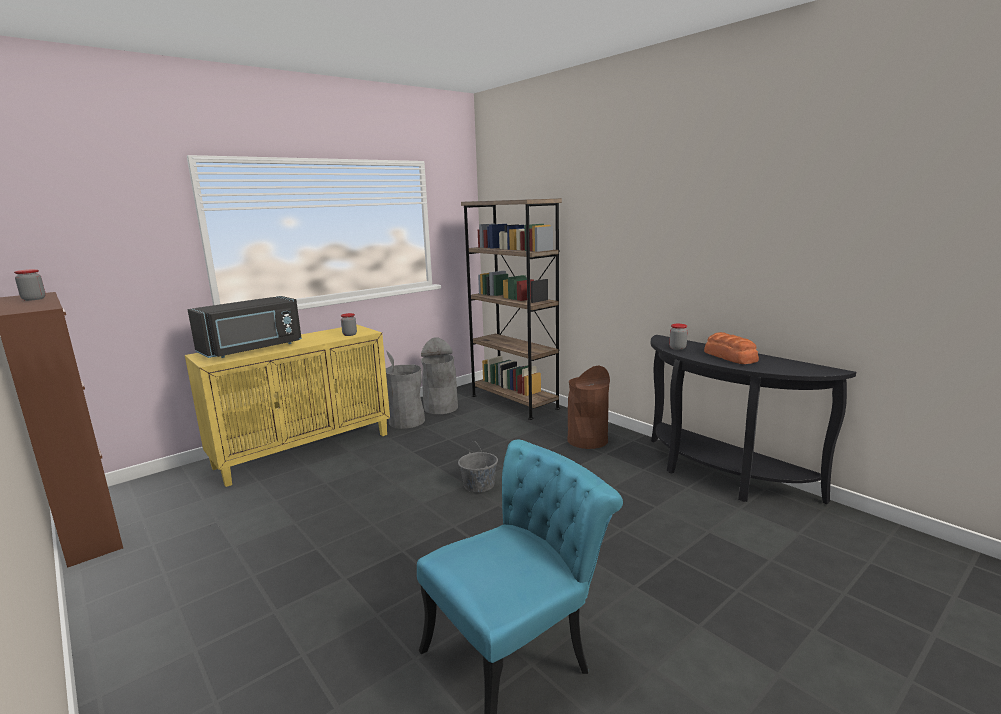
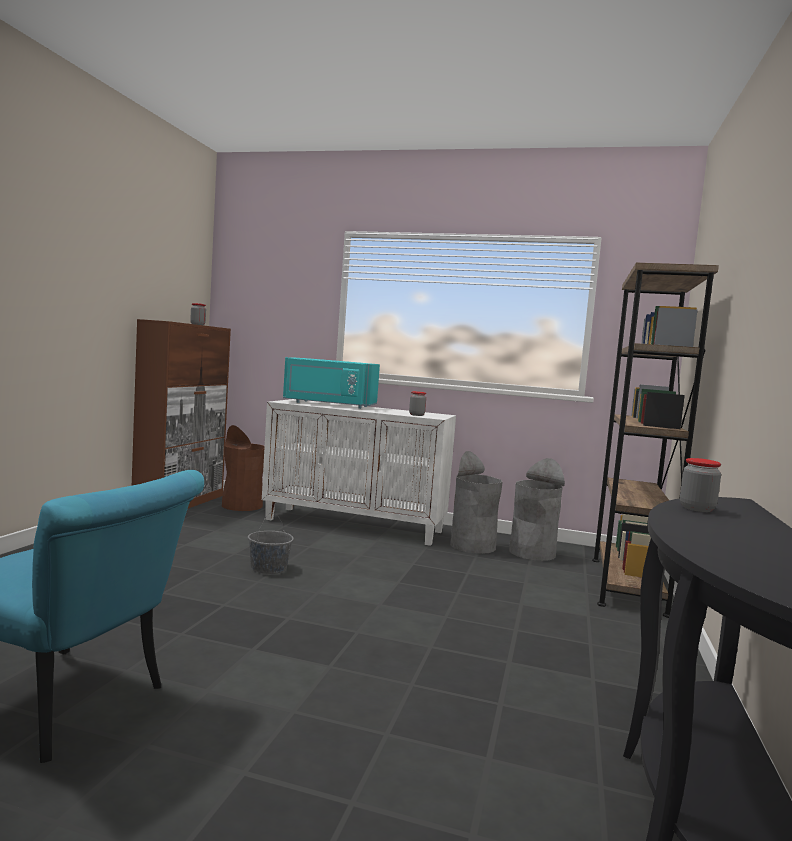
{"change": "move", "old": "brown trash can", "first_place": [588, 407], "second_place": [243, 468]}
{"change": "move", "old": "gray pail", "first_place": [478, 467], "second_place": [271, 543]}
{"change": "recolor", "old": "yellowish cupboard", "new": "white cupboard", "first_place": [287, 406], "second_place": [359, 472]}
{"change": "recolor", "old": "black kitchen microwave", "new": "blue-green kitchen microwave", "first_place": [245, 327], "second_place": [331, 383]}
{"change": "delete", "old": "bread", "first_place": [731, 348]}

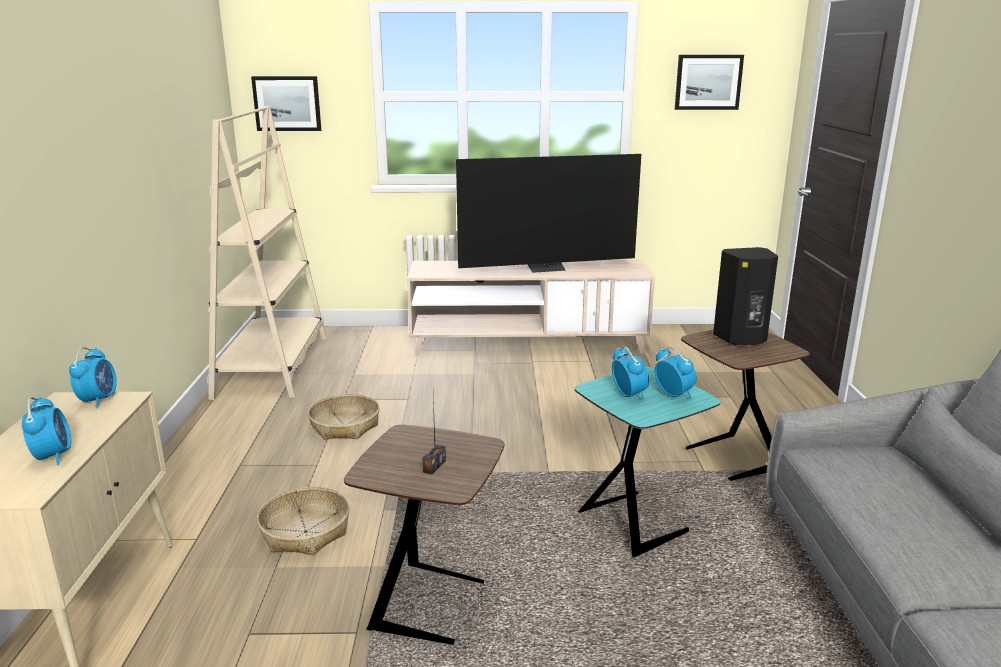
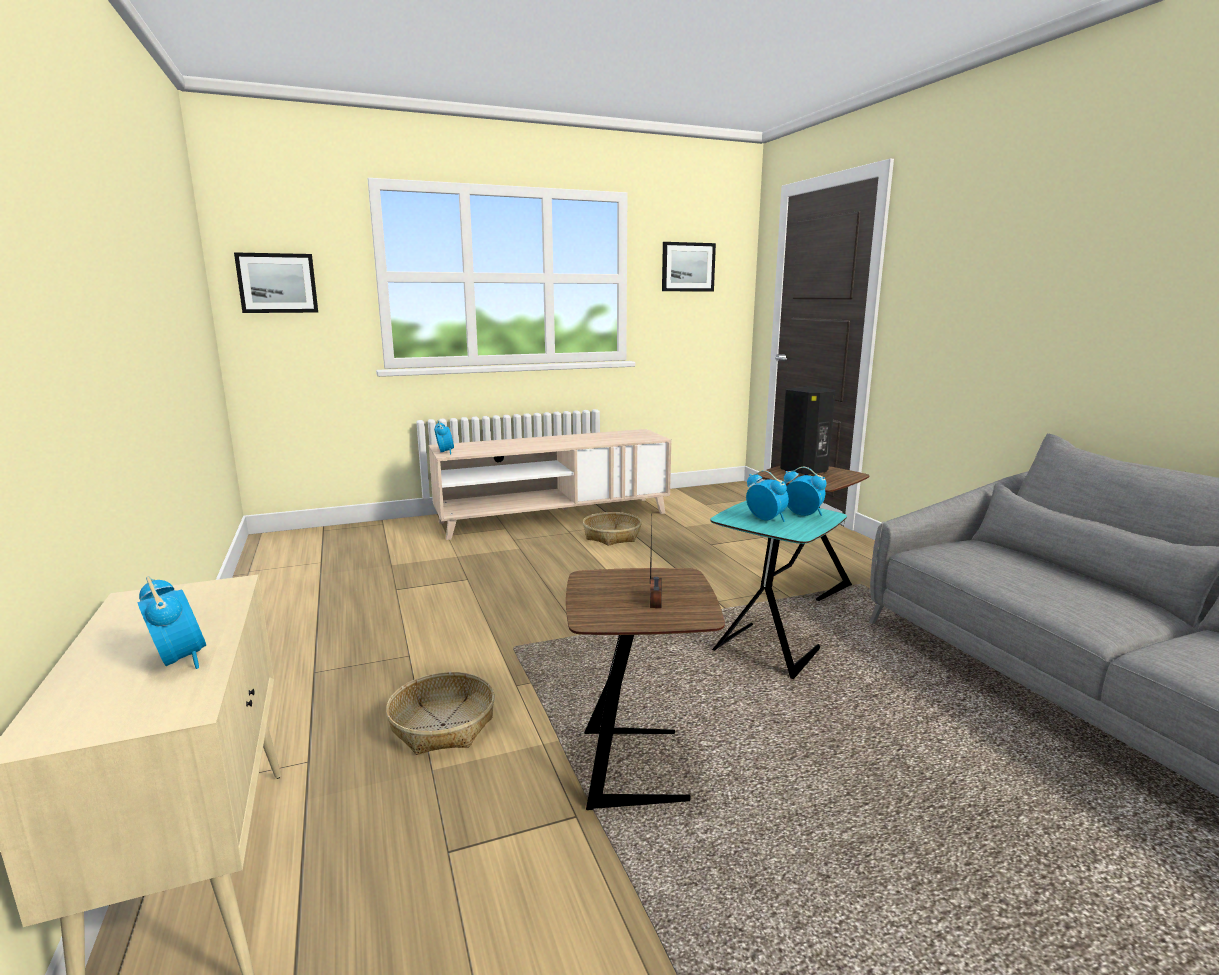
{"change": "move", "old": "alarm clock", "first_place": [93, 378], "second_place": [444, 437]}
{"change": "move", "old": "basket", "first_place": [343, 417], "second_place": [612, 529]}
{"change": "delete", "old": "beige-coloured shelving unit", "first_place": [266, 253]}
{"change": "delete", "old": "TV set", "first_place": [548, 213]}

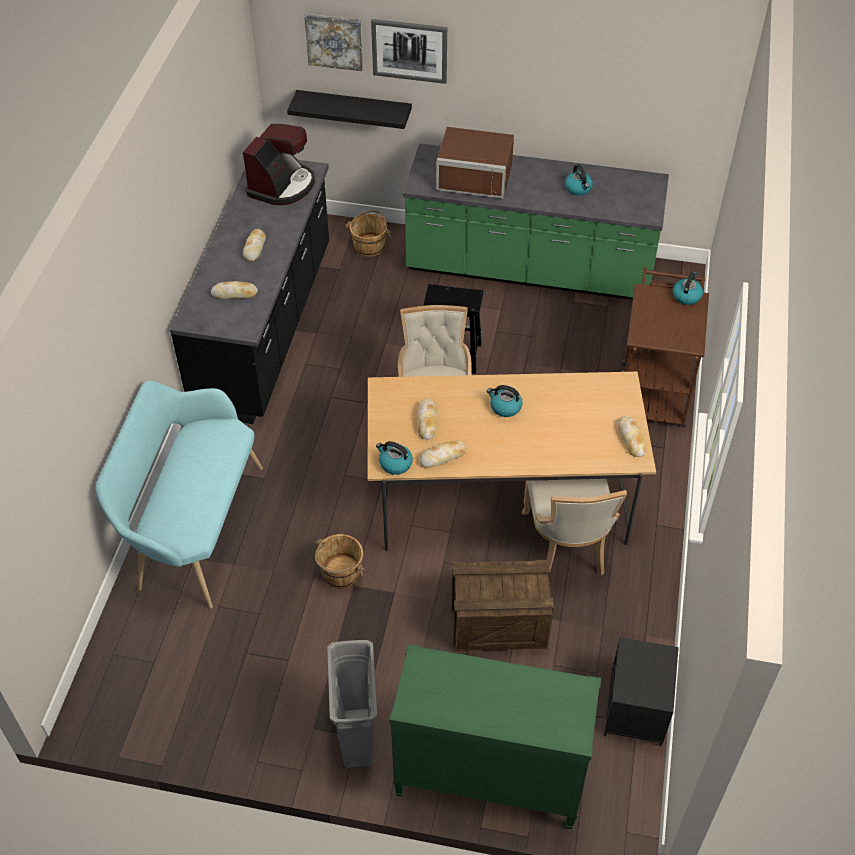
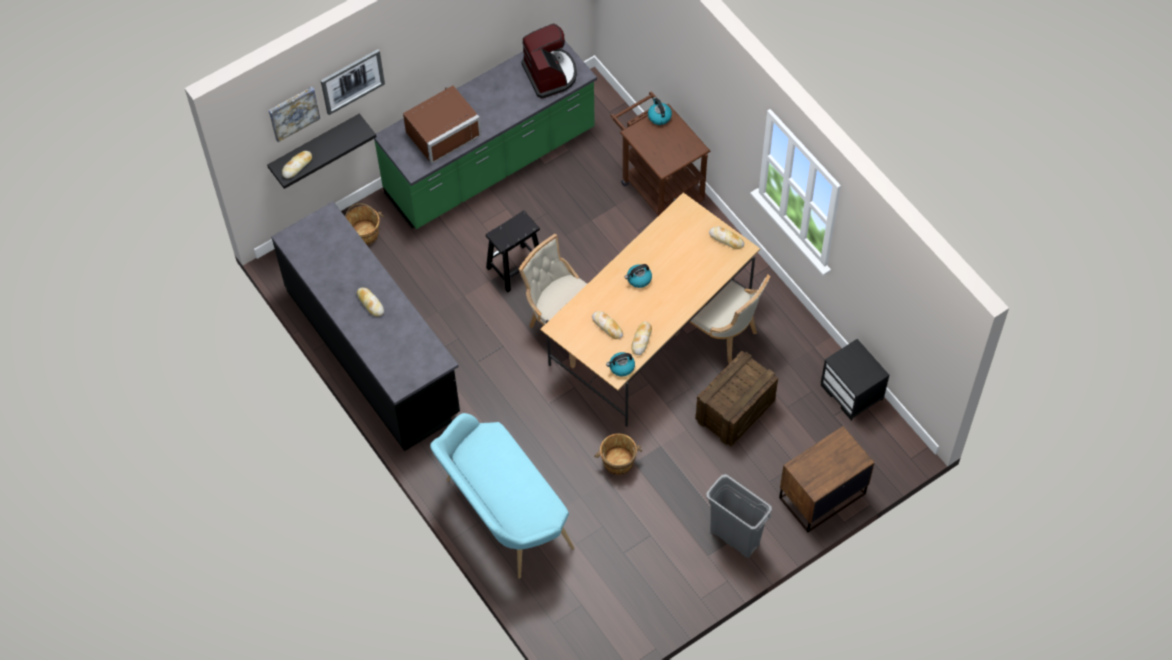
{"change": "move", "old": "bread", "first_place": [234, 290], "second_place": [297, 165]}
{"change": "move", "old": "coffee machine", "first_place": [279, 164], "second_place": [549, 61]}
{"change": "replace", "old": "greenish drawer chest", "new": "brown bedside table", "first_place": [495, 736], "second_place": [827, 479]}
{"change": "delete", "old": "kettle", "first_place": [579, 180]}

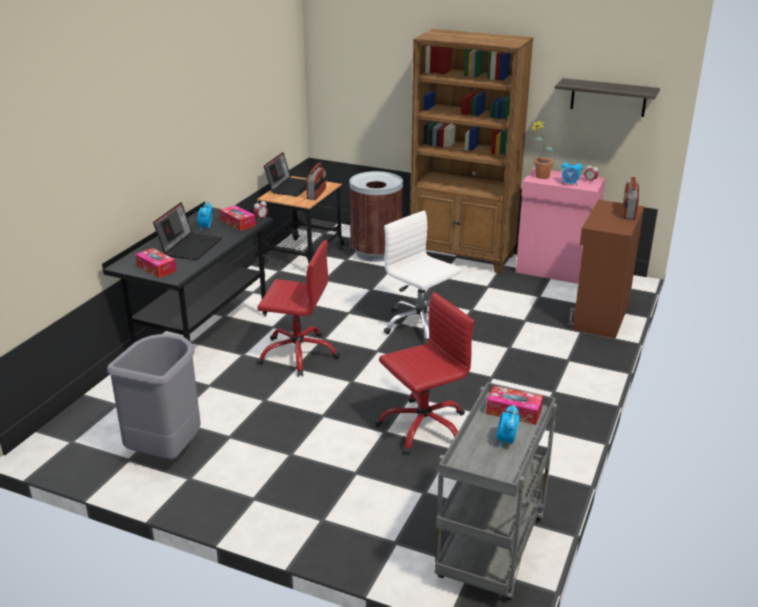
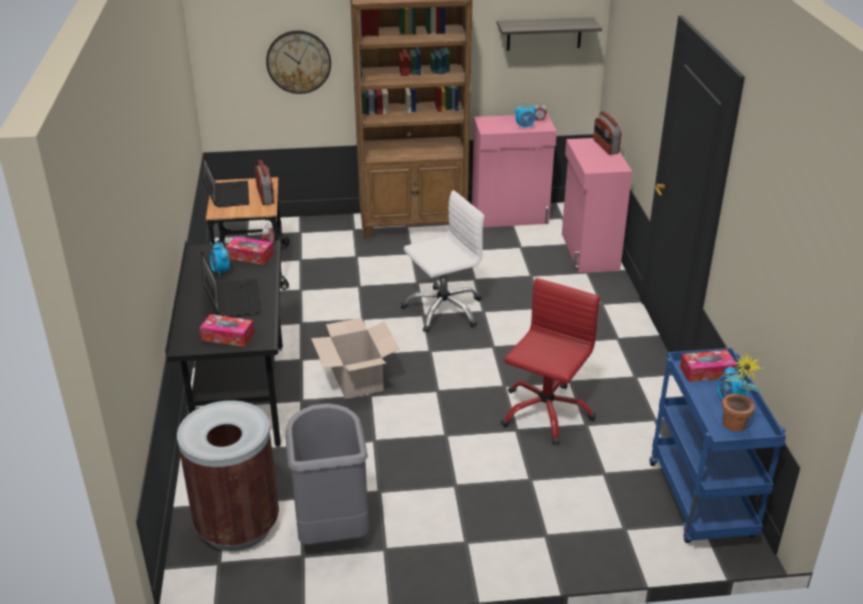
{"change": "move", "old": "brown trash can", "first_place": [376, 216], "second_place": [228, 475]}
{"change": "insert", "new": "clock on the wall", "second_place": [298, 62]}
{"change": "replace", "old": "red-coloured computer chair", "new": "packing box", "first_place": [298, 308], "second_place": [355, 358]}
{"change": "rotate", "old": "white computer chair", "first_place": [423, 277], "second_place": [443, 261], "degrees": 135}
{"change": "recolor", "old": "brown cupboard", "new": "pink-coloured cupboard", "first_place": [606, 269], "second_place": [597, 205]}
{"change": "recolor", "old": "gray wheeled cart", "new": "blue-coloured wheeled cart", "first_place": [496, 491], "second_place": [718, 445]}
{"change": "move", "old": "plant in a pot", "first_place": [542, 149], "second_place": [743, 392]}

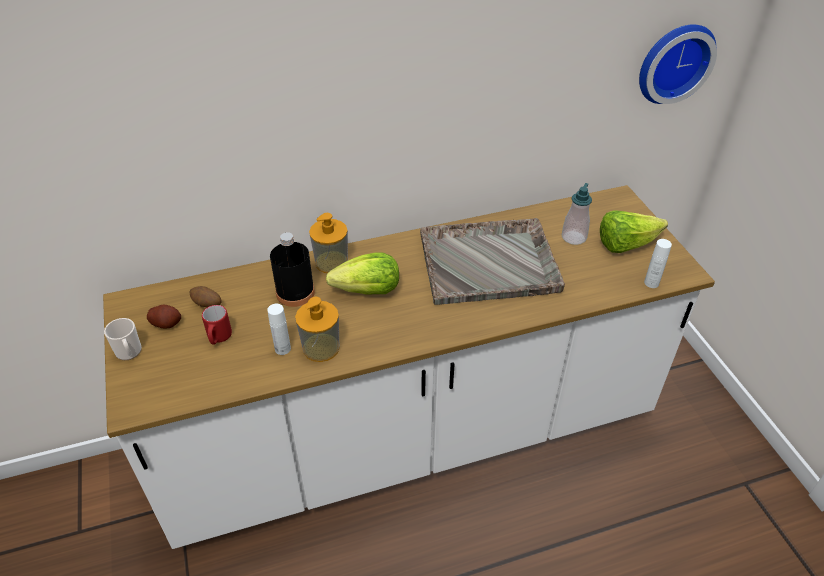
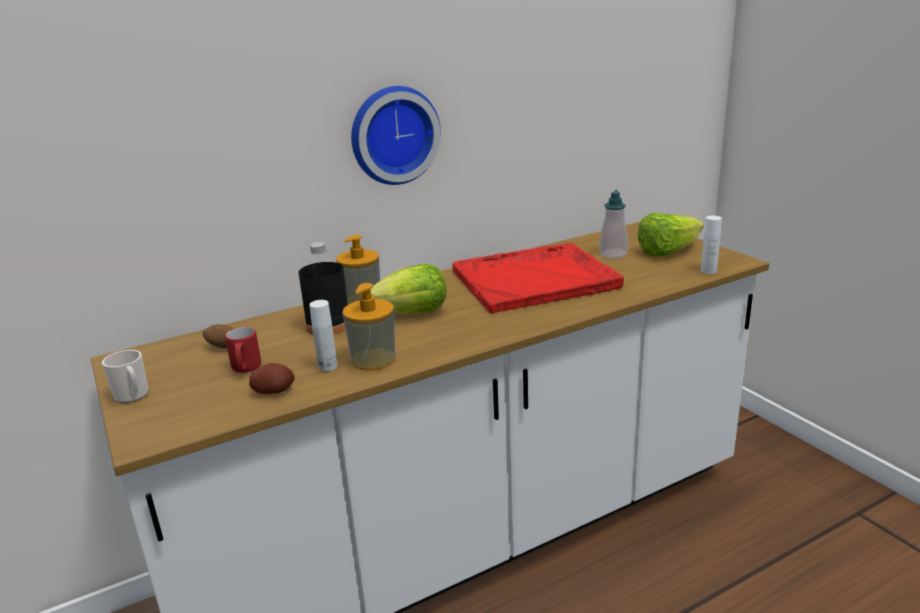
{"change": "move", "old": "spud", "first_place": [164, 316], "second_place": [272, 378]}
{"change": "move", "old": "clock on the wall", "first_place": [678, 64], "second_place": [396, 135]}
{"change": "recolor", "old": "gray carrying tray", "new": "red-coloured carrying tray", "first_place": [492, 261], "second_place": [538, 277]}

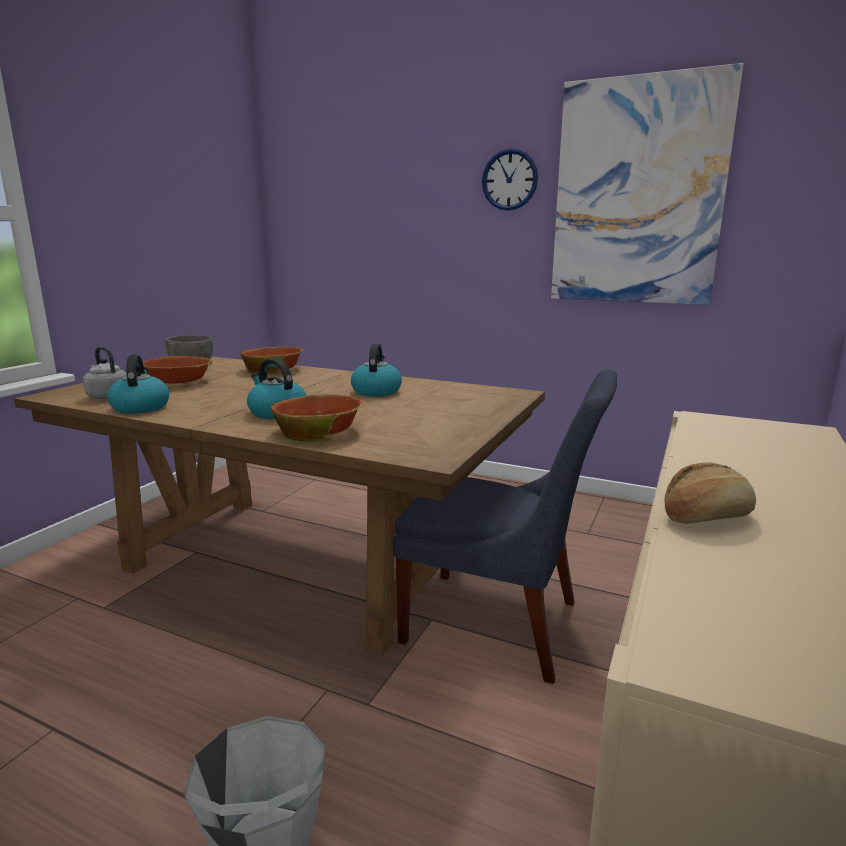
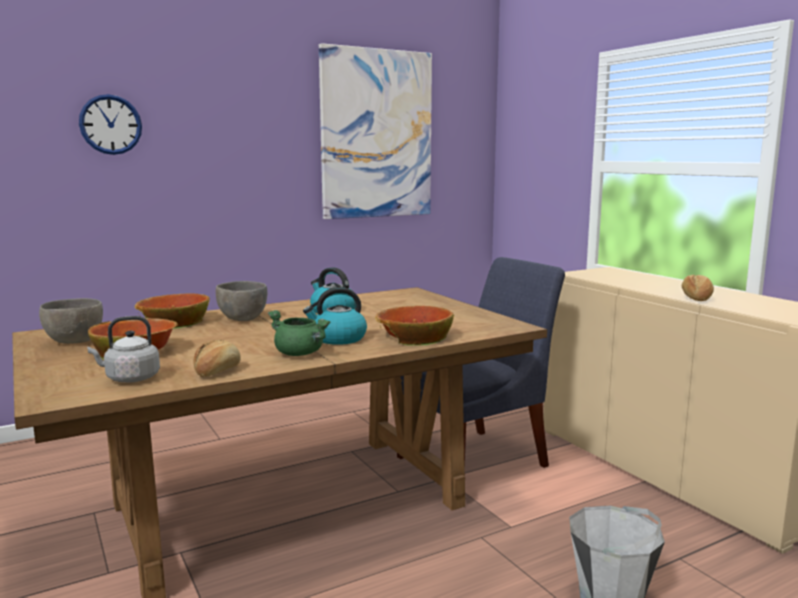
{"change": "move", "old": "clock on the wall", "first_place": [510, 179], "second_place": [110, 124]}
{"change": "replace", "old": "kettle", "new": "bread", "first_place": [138, 384], "second_place": [217, 358]}
{"change": "insert", "new": "gray deep dish", "second_place": [241, 301]}
{"change": "insert", "new": "greenish saucepot", "second_place": [299, 333]}

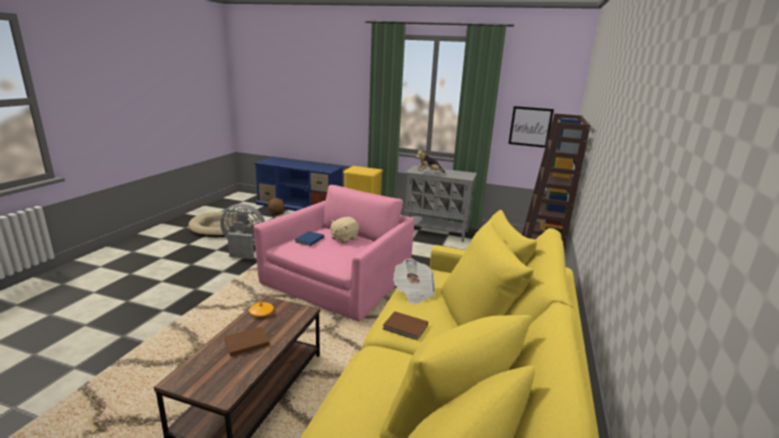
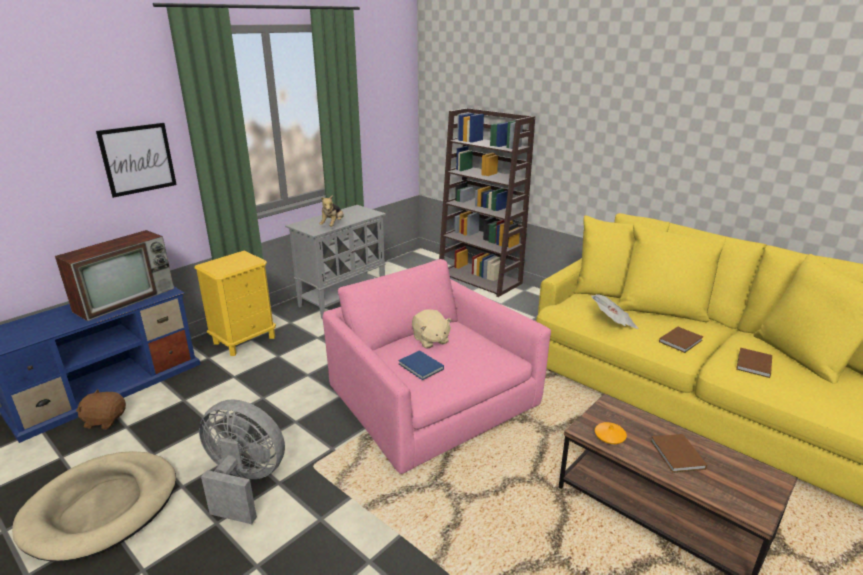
{"change": "insert", "new": "TV set", "second_place": [114, 275]}
{"change": "move", "old": "wall art", "first_place": [531, 127], "second_place": [136, 160]}
{"change": "rotate", "old": "gray fan", "first_place": [242, 231], "second_place": [242, 462], "degrees": 75}
{"change": "insert", "new": "brown book", "second_place": [754, 363]}

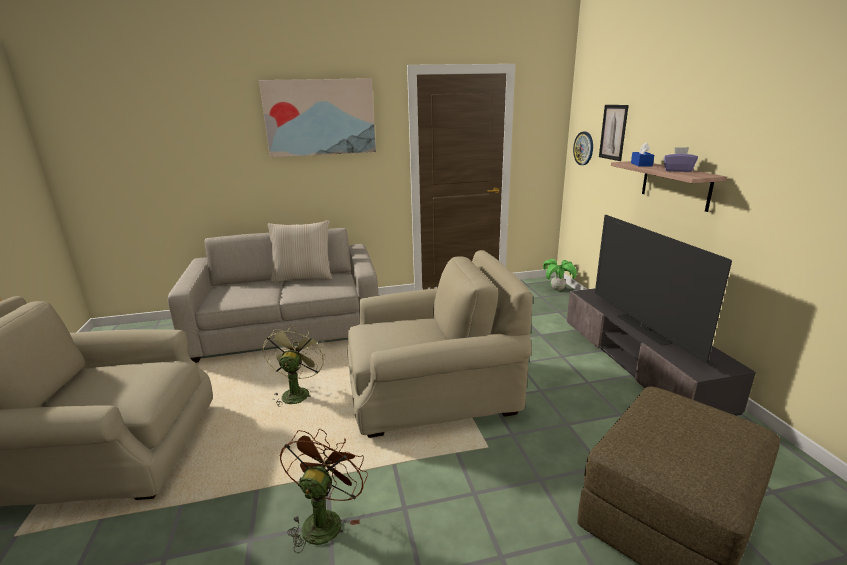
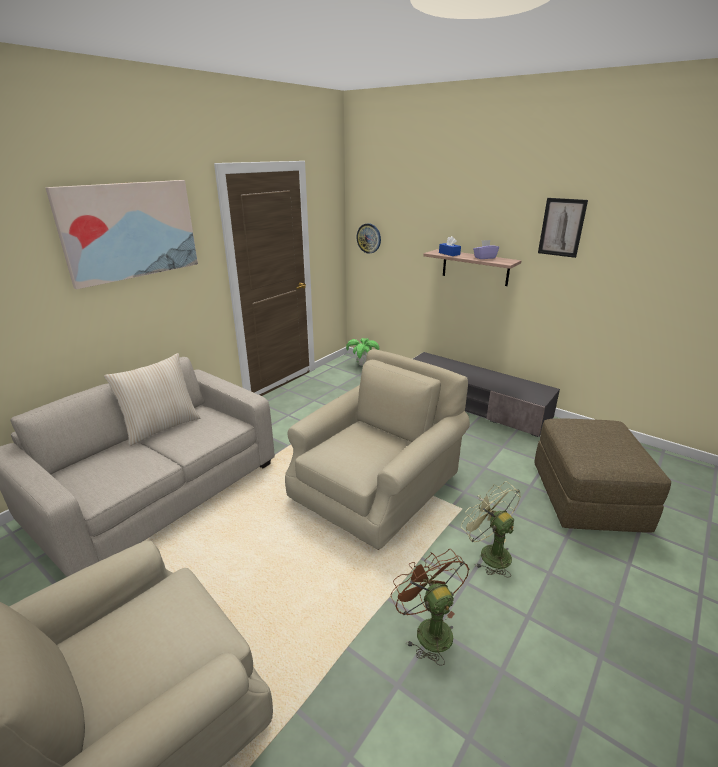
{"change": "move", "old": "greenish fan", "first_place": [294, 366], "second_place": [491, 529]}
{"change": "move", "old": "wall art", "first_place": [614, 133], "second_place": [563, 228]}
{"change": "delete", "old": "TV set", "first_place": [663, 289]}

